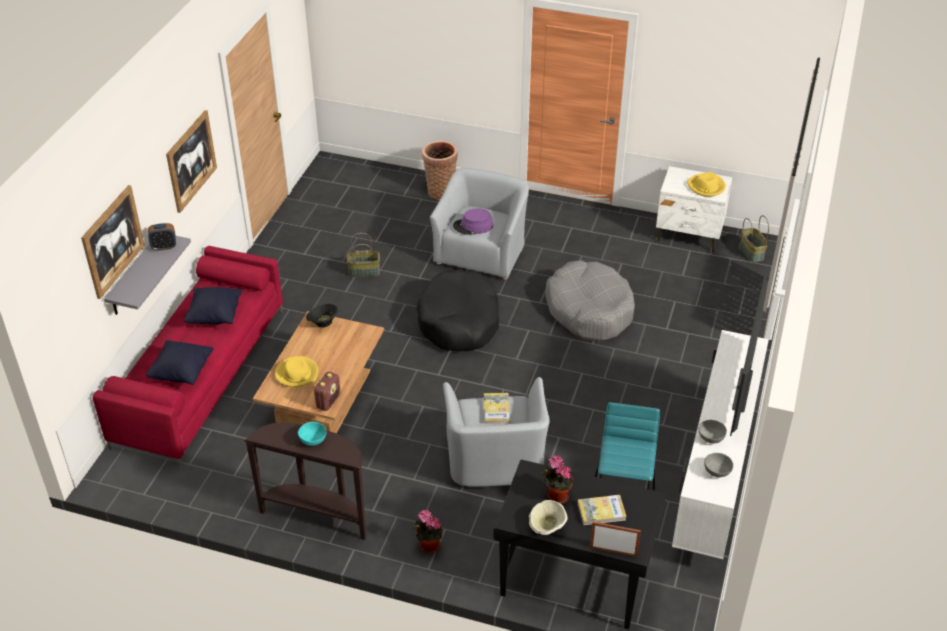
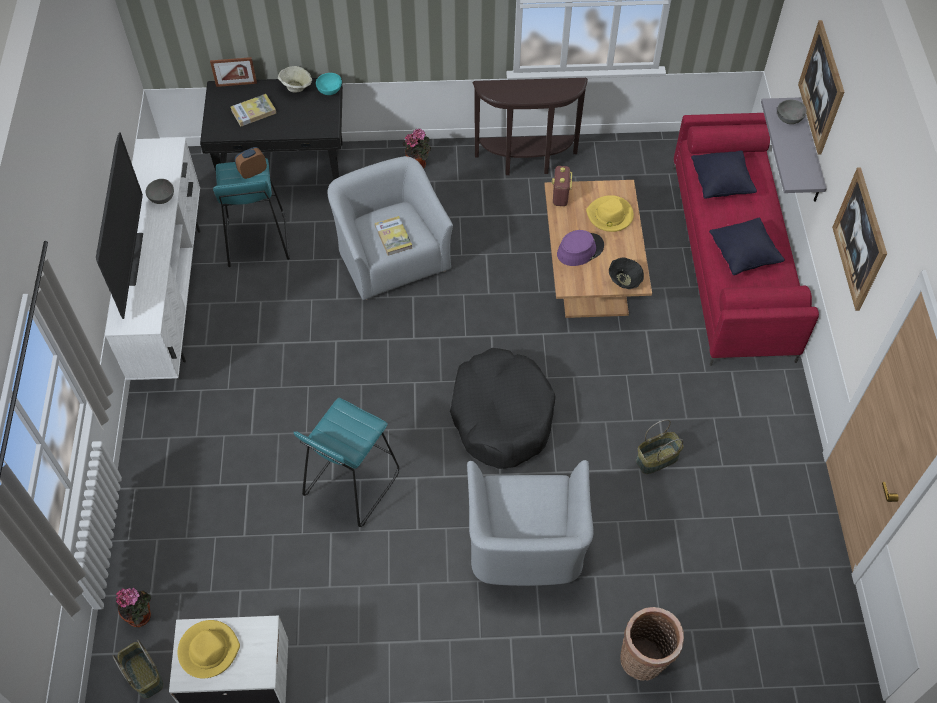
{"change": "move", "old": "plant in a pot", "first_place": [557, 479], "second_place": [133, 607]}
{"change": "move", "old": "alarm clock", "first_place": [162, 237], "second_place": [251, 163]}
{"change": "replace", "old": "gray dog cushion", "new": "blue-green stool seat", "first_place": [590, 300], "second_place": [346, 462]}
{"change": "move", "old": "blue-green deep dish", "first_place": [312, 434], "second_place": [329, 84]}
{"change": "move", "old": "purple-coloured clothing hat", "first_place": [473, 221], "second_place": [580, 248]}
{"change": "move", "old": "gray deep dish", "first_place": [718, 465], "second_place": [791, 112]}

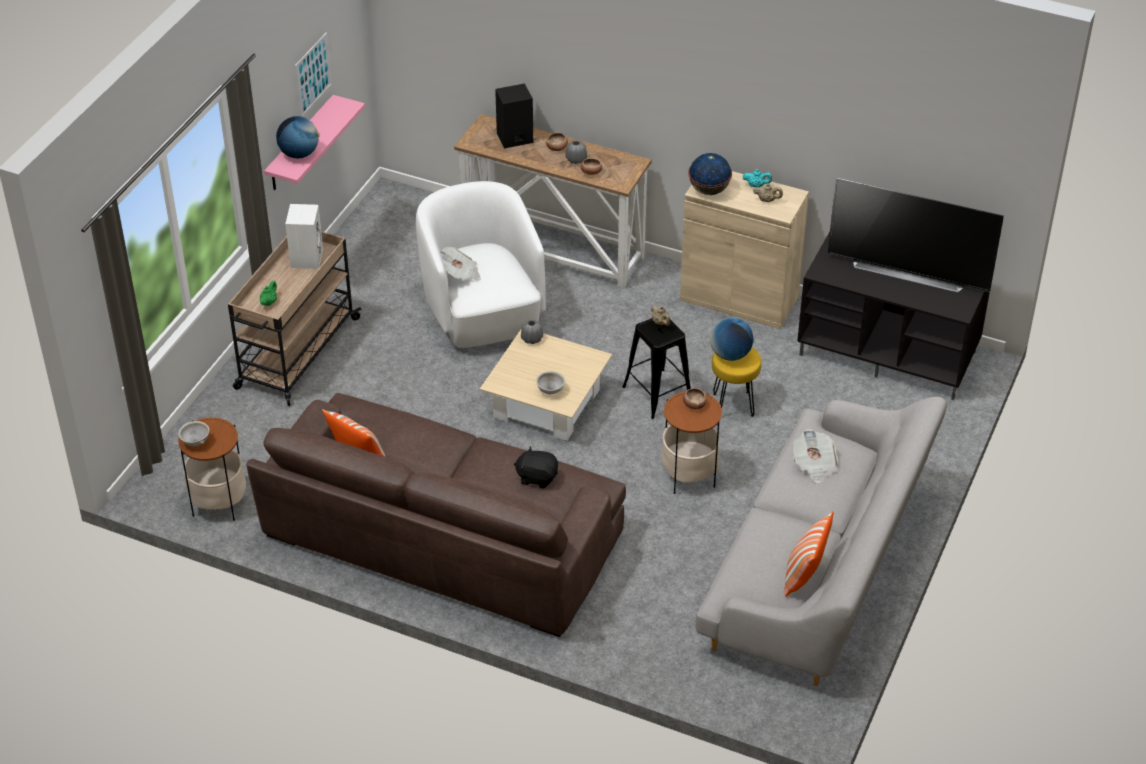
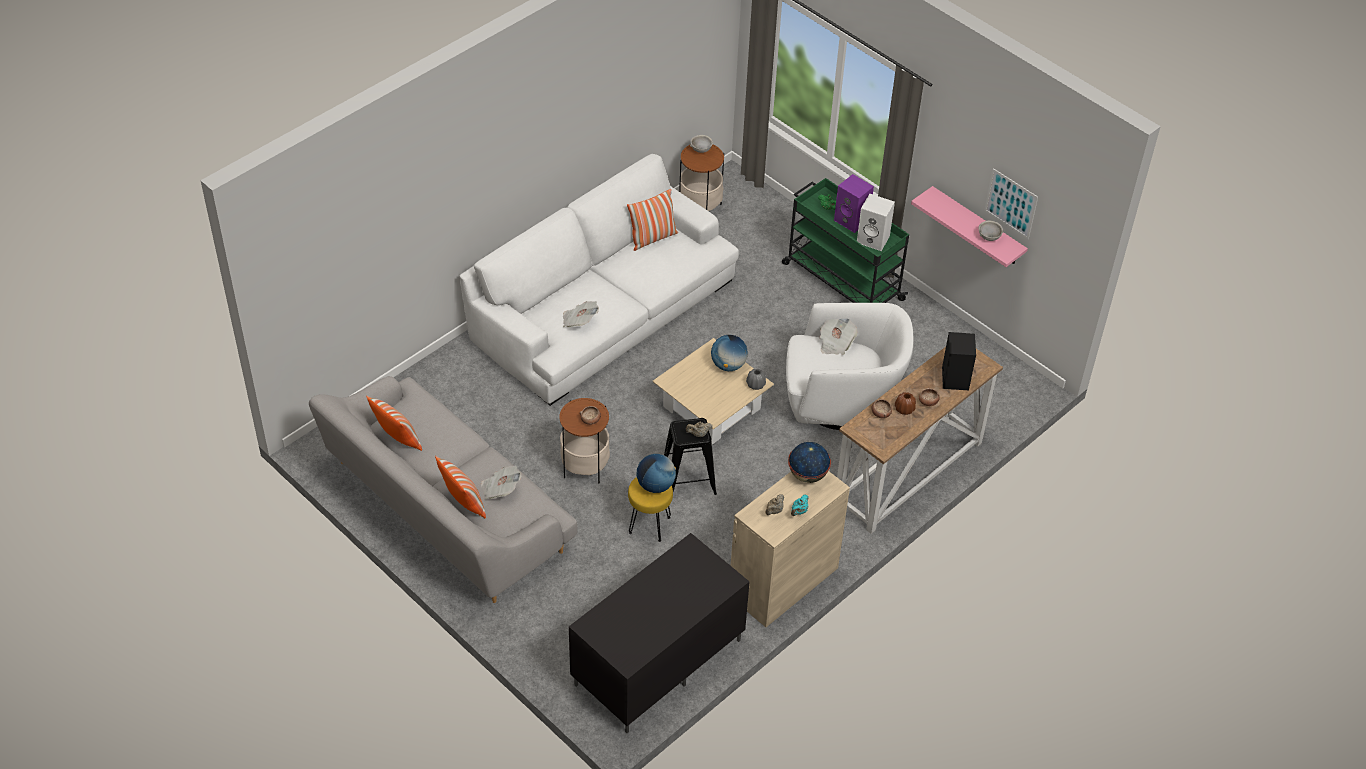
{"change": "insert", "new": "cushion", "second_place": [460, 487]}
{"change": "recolor", "old": "brown sofa", "new": "white sofa", "first_place": [436, 515], "second_place": [599, 280]}
{"change": "replace", "old": "black plush toy", "new": "printed paper", "first_place": [536, 467], "second_place": [581, 314]}
{"change": "move", "old": "globe", "first_place": [298, 137], "second_place": [729, 353]}
{"change": "recolor", "old": "beige-coloured wheeled cart", "new": "greenish wheeled cart", "first_place": [295, 318], "second_place": [845, 240]}
{"change": "insert", "new": "purple-coloured speaker", "second_place": [854, 203]}
{"change": "recolor", "old": "gray decorative vase", "new": "brown decorative vase", "first_place": [576, 152], "second_place": [905, 403]}
{"change": "move", "old": "gray deep dish", "first_place": [550, 382], "second_place": [990, 230]}
{"change": "delete", "old": "TV set", "first_place": [916, 235]}

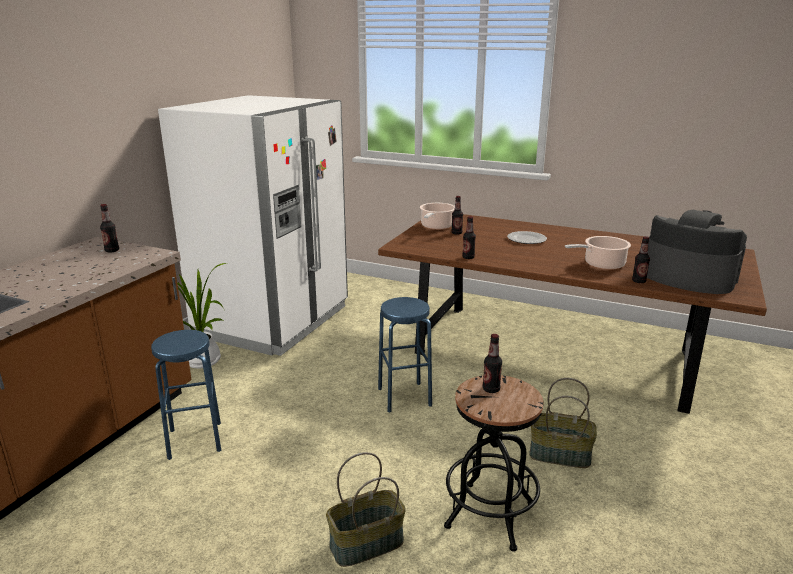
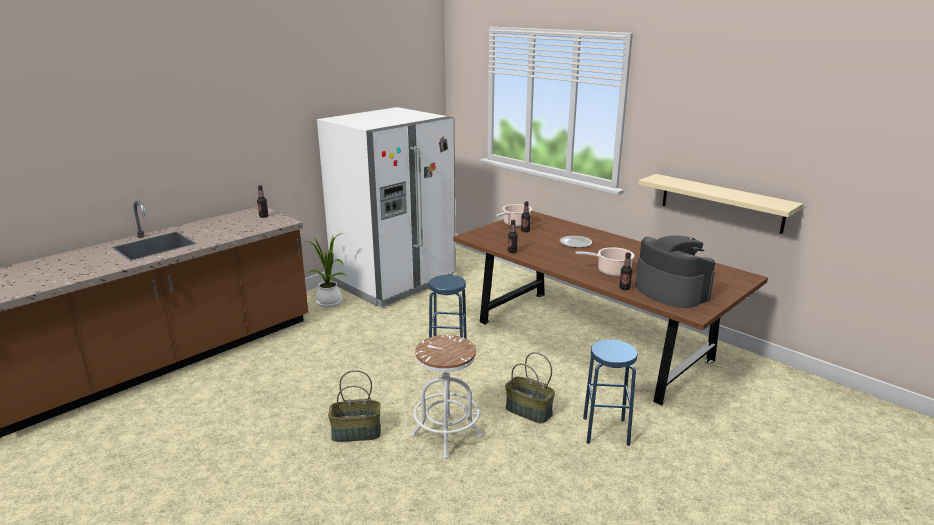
{"change": "recolor", "old": "black stool seat", "new": "white stool seat", "first_place": [493, 463], "second_place": [447, 397]}
{"change": "move", "old": "blue-coloured stool seat", "first_place": [186, 395], "second_place": [610, 392]}
{"change": "insert", "new": "beige-coloured shelf", "second_place": [720, 204]}
{"change": "delete", "old": "drink bottle", "first_place": [492, 363]}

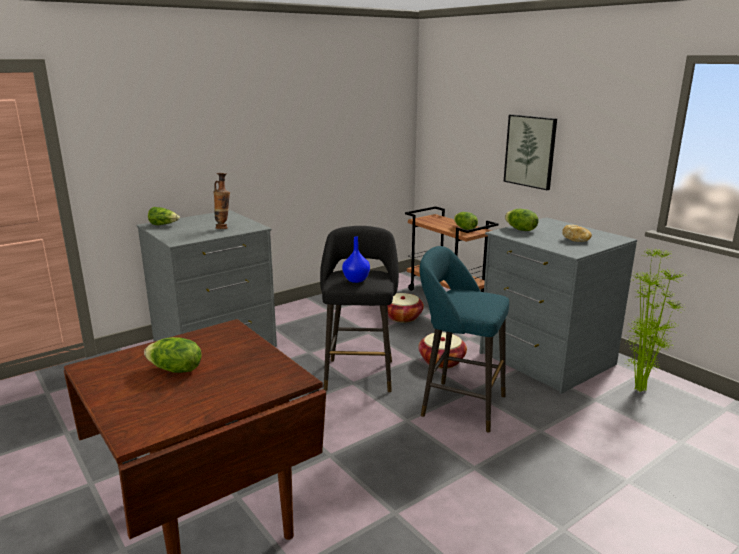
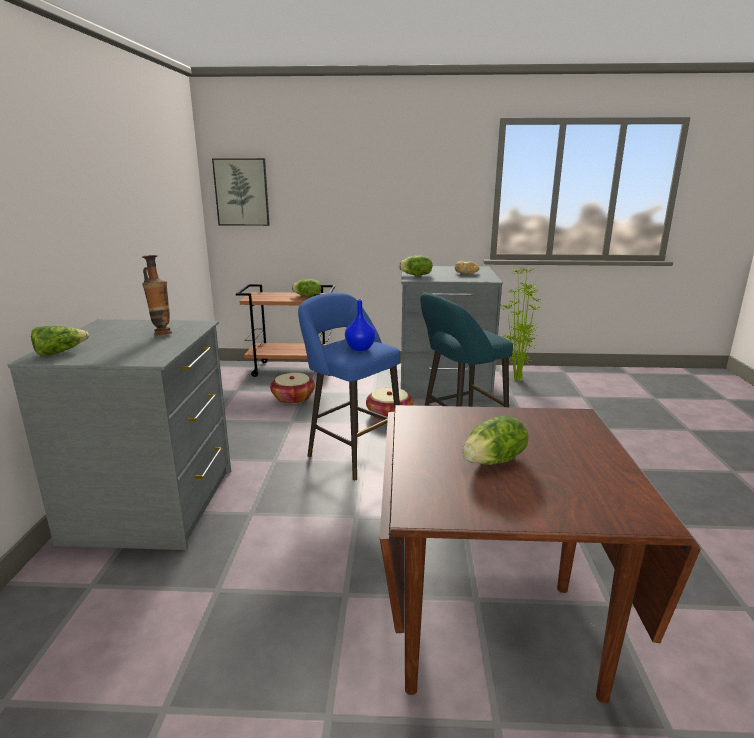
{"change": "move", "old": "wall art", "first_place": [530, 152], "second_place": [241, 192]}
{"change": "recolor", "old": "black stool seat", "new": "blue-coloured stool seat", "first_place": [359, 309], "second_place": [349, 386]}

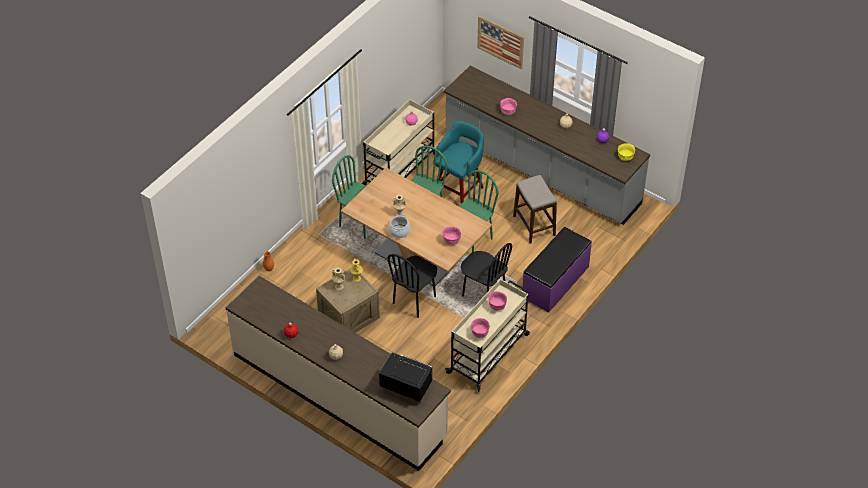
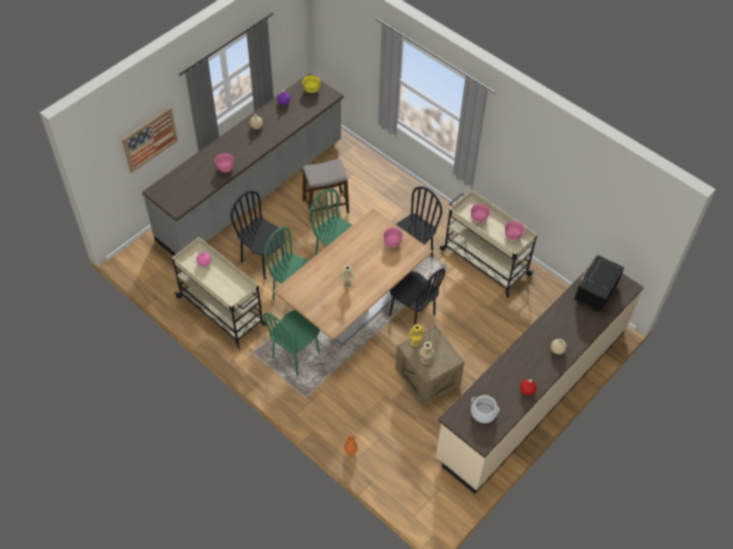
{"change": "replace", "old": "blue-green stool seat", "new": "black plain chair", "first_place": [458, 162], "second_place": [257, 235]}
{"change": "move", "old": "saucepot", "first_place": [399, 225], "second_place": [485, 409]}
{"change": "delete", "old": "purple-coloured bench", "first_place": [557, 269]}

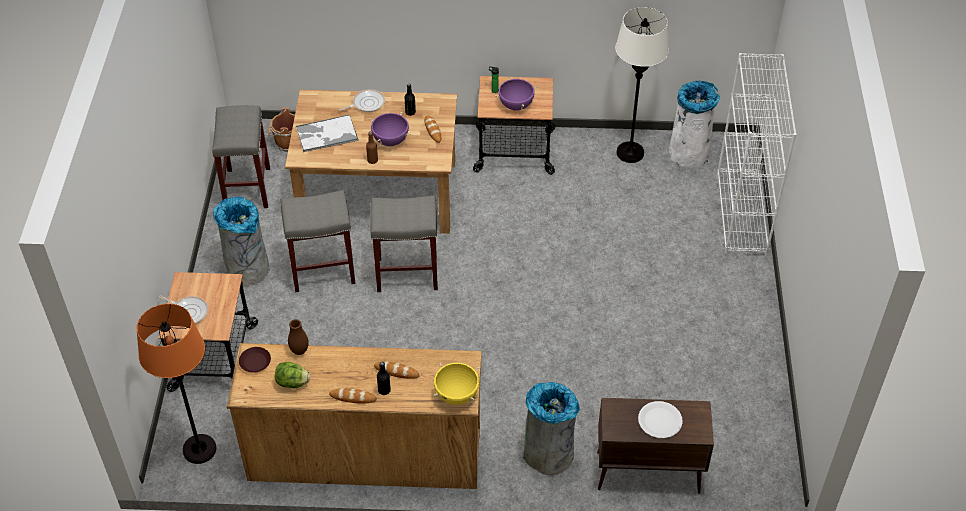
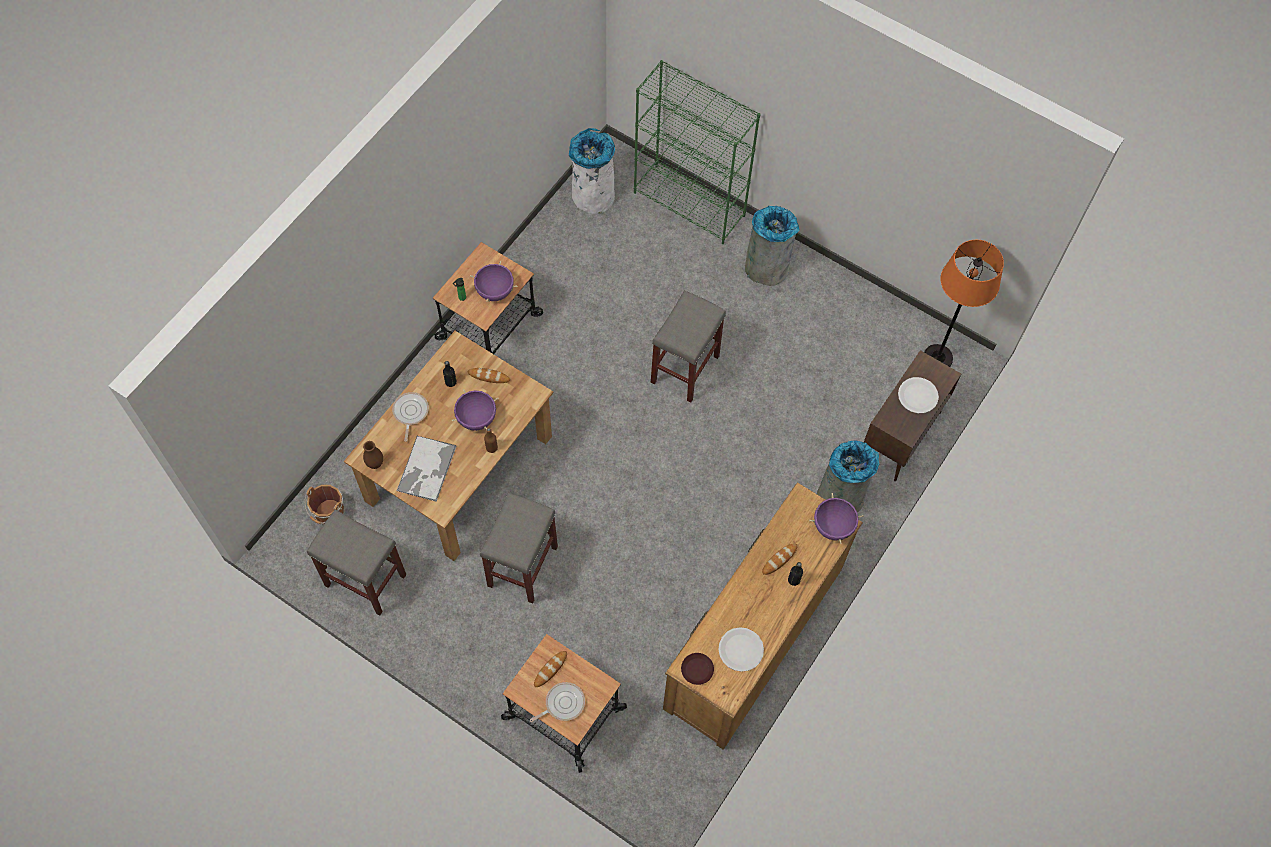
{"change": "move", "old": "brown decorative vase", "first_place": [298, 337], "second_place": [373, 455]}
{"change": "move", "old": "bread", "first_place": [353, 396], "second_place": [550, 669]}
{"change": "recolor", "old": "white shelving unit", "new": "greenish shelving unit", "first_place": [757, 154], "second_place": [697, 152]}
{"change": "move", "old": "gray stool seat", "first_place": [404, 244], "second_place": [688, 346]}
{"change": "replace", "old": "head of lettuce", "new": "white dinner plate", "first_place": [292, 375], "second_place": [741, 649]}
{"change": "move", "old": "gray trash can", "first_place": [241, 241], "second_place": [772, 246]}
{"change": "recolor", "old": "yellowish saucepot", "new": "purple-coloured saucepot", "first_place": [456, 384], "second_place": [836, 518]}
{"change": "move", "old": "orange-coloured floor lamp", "first_place": [177, 384], "second_place": [964, 303]}
{"change": "delete", "old": "white floor lamp", "first_place": [642, 85]}

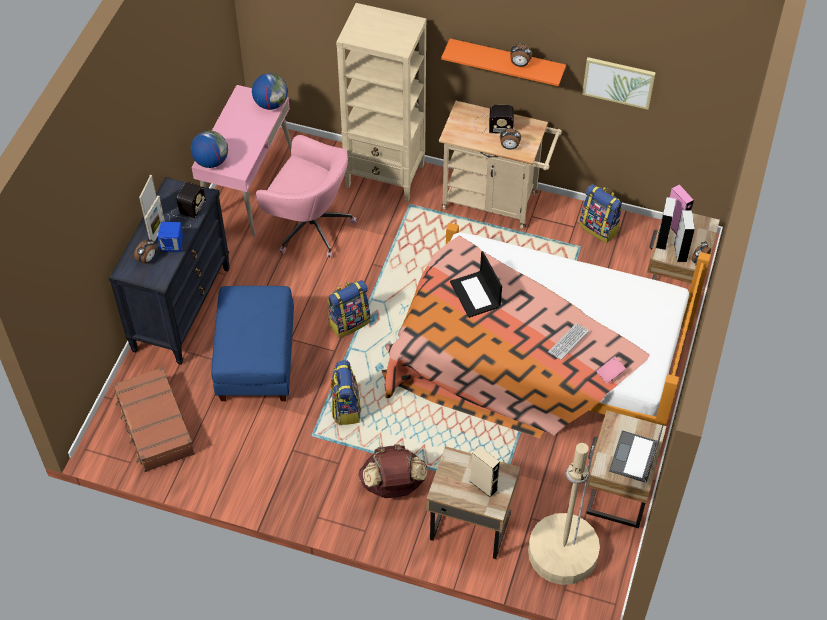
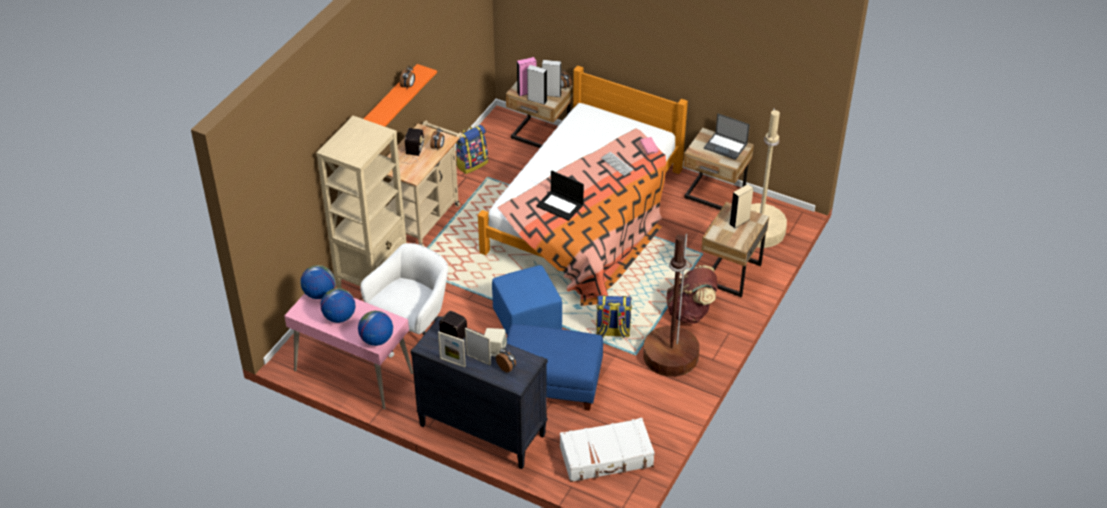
{"change": "insert", "new": "globe", "second_place": [338, 305]}
{"change": "recolor", "old": "pink-coloured computer chair", "new": "white computer chair", "first_place": [306, 196], "second_place": [404, 300]}
{"change": "recolor", "old": "blue-coloured speaker", "new": "beige-coloured speaker", "first_place": [170, 237], "second_place": [495, 342]}
{"change": "replace", "old": "knapsack", "new": "blue-coloured ottoman", "first_place": [348, 309], "second_place": [527, 300]}
{"change": "rotate", "old": "notebook computer", "first_place": [476, 284], "second_place": [560, 195], "degrees": 45}
{"change": "recolor", "old": "brown piece of luggage", "new": "white piece of luggage", "first_place": [154, 419], "second_place": [607, 450]}
{"change": "insert", "new": "brown floor lamp", "second_place": [671, 305]}
{"change": "delete", "old": "wall art", "first_place": [619, 83]}

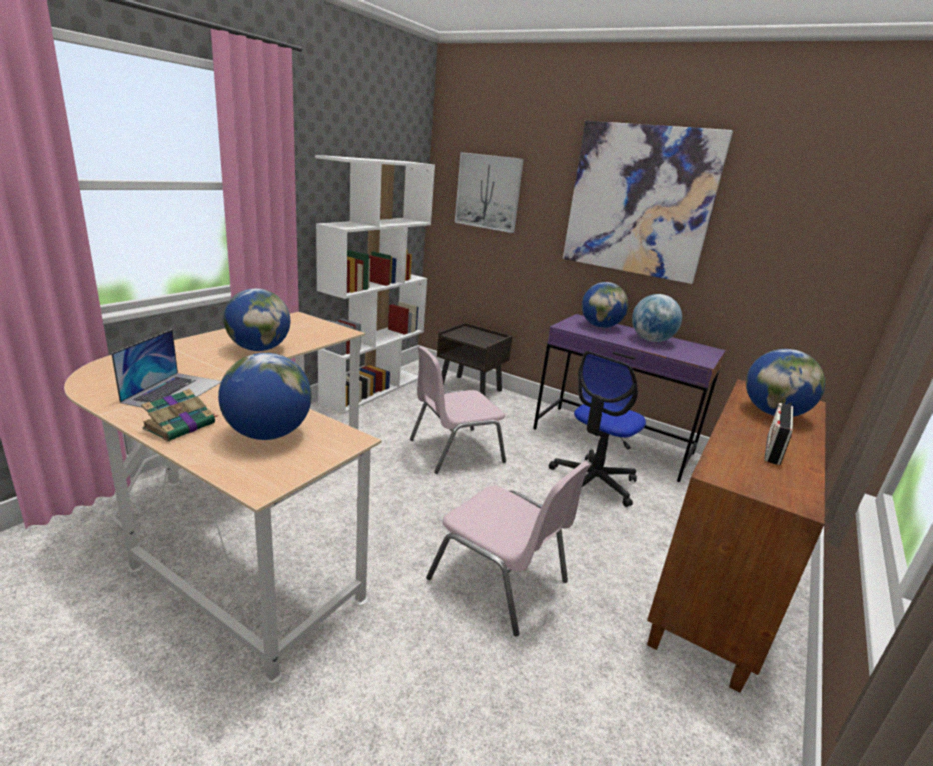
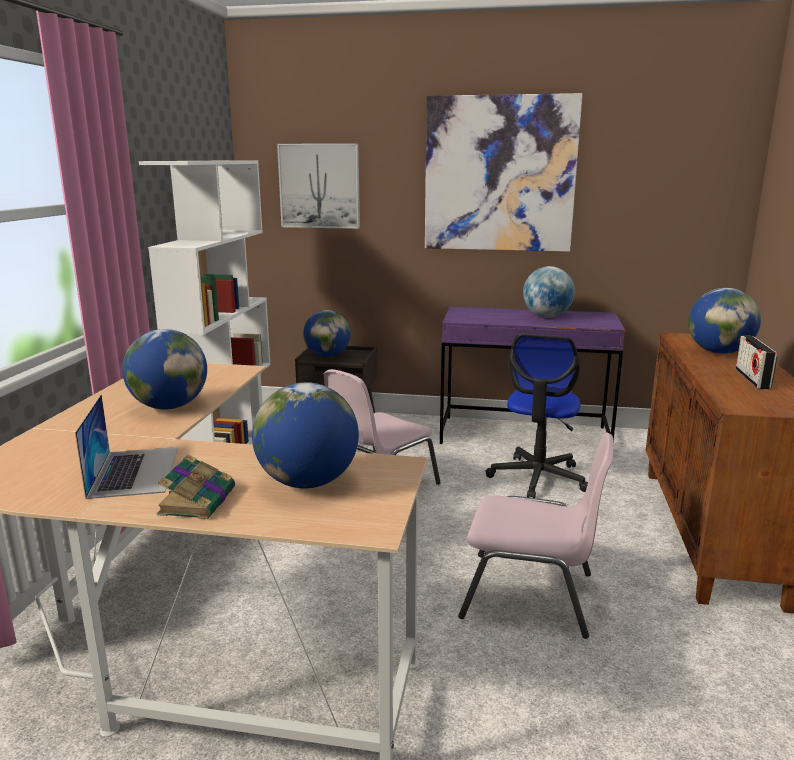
{"change": "move", "old": "globe", "first_place": [605, 305], "second_place": [327, 333]}

